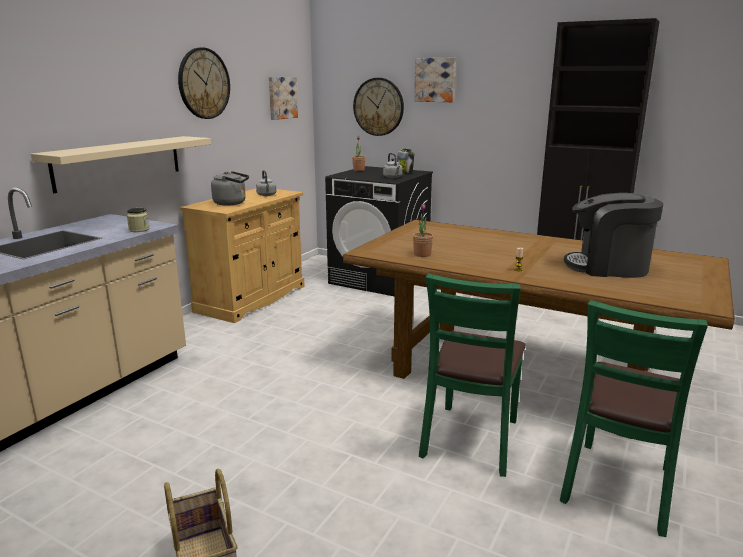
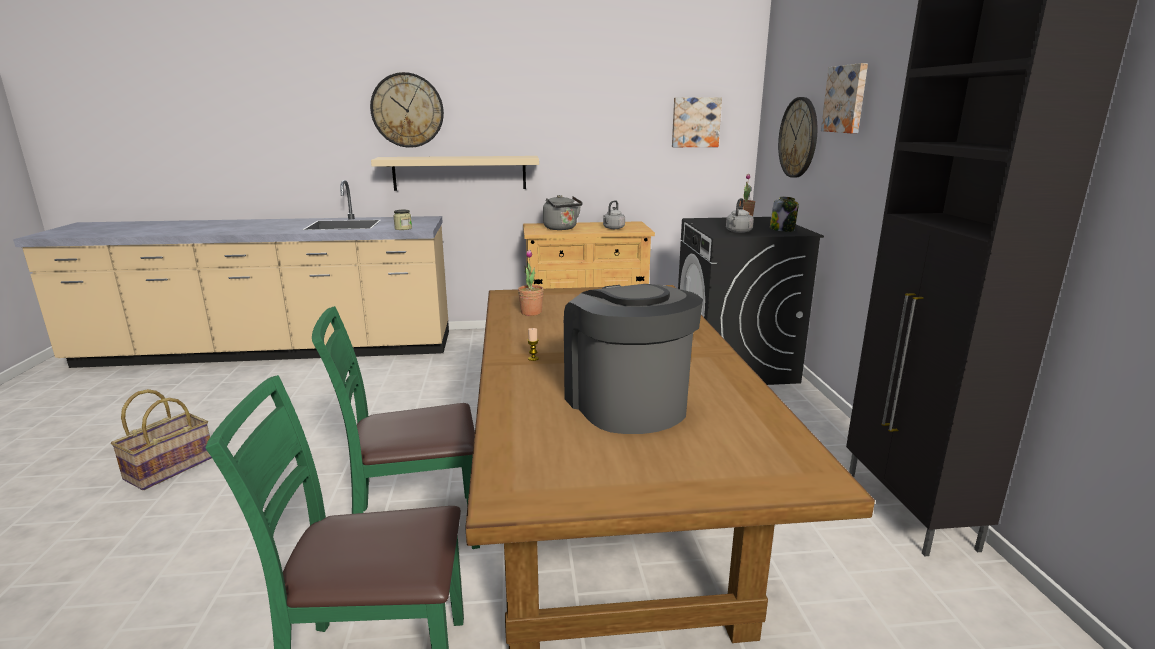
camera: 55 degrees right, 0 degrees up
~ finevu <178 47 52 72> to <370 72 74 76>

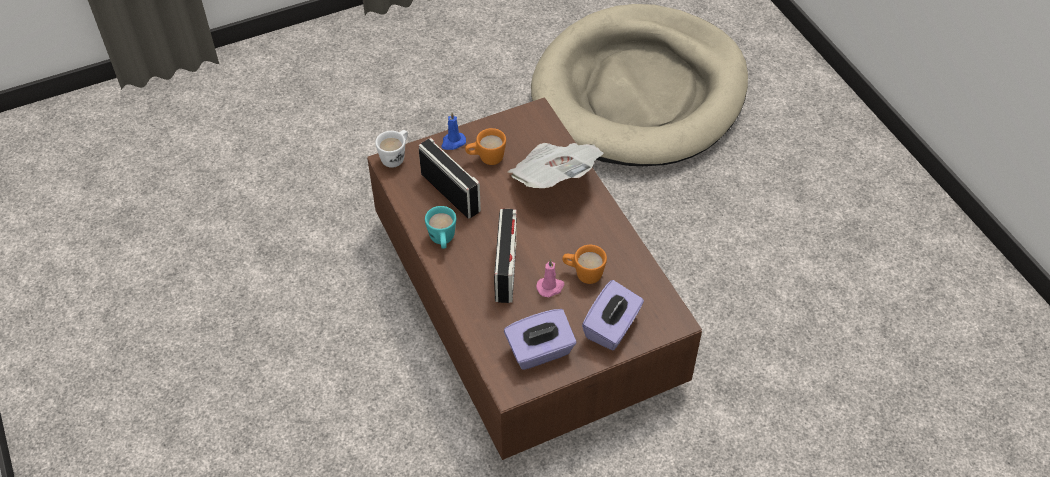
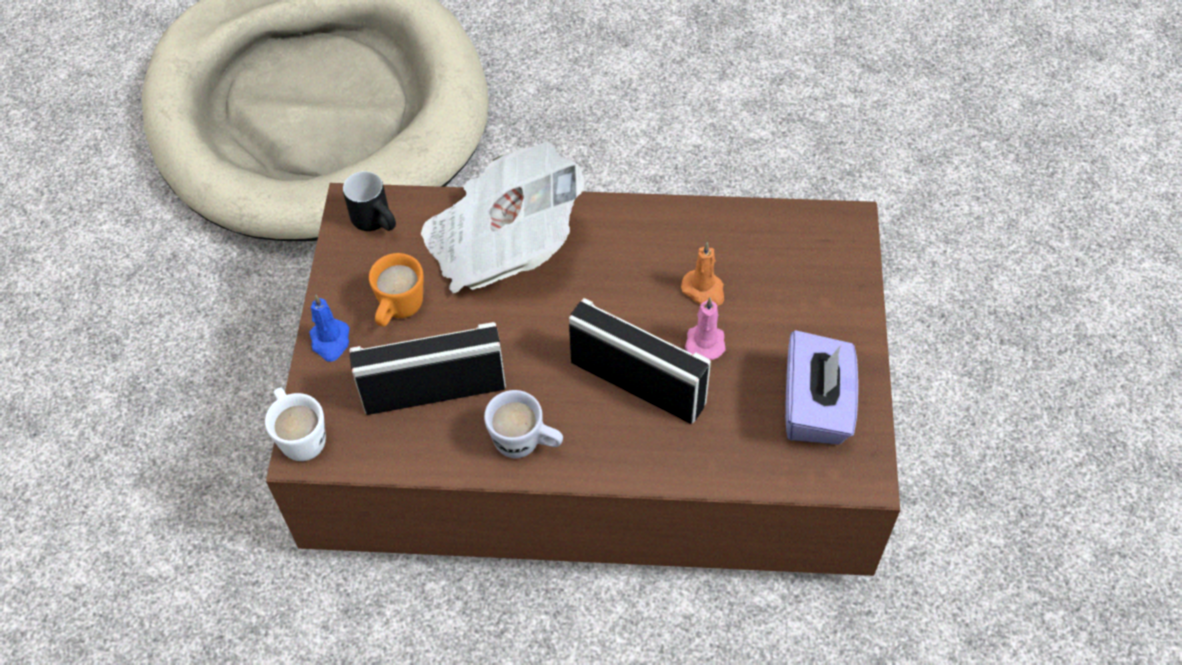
camera: 60 degrees left, 5 degrees up
- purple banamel <582 280 62 71>
+ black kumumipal <343 171 53 60>
~ orange kumumipal <562 245 45 39> to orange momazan <681 242 43 64>
~ turquoise kumumipal <425 206 31 43> to white kumumipal <484 390 79 68>

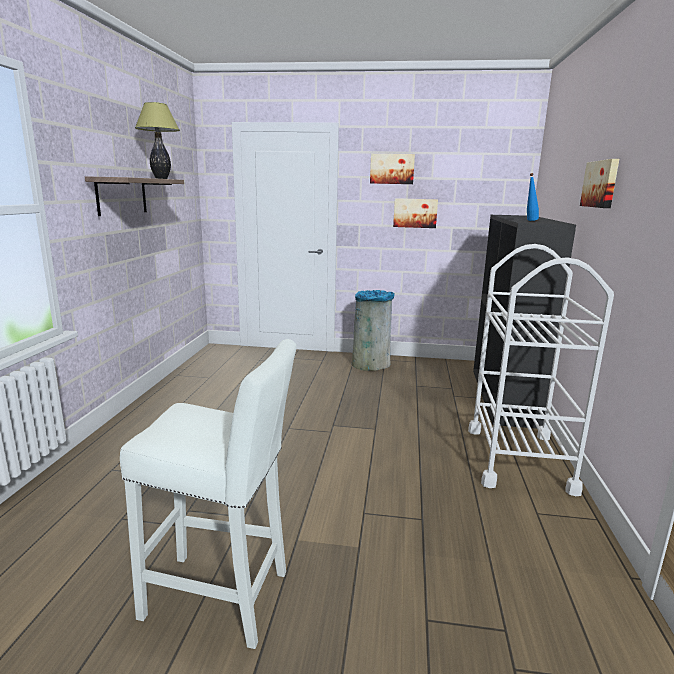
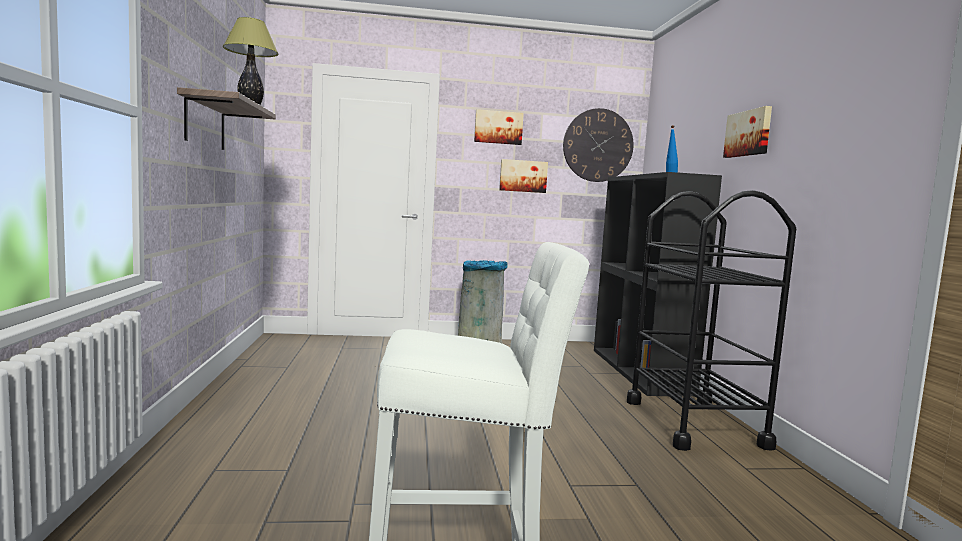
camera: 15 degrees left, 10 degrees down
+ finevu <563 108 71 74>
~ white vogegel <468 244 146 252> to black vogegel <627 190 169 261>

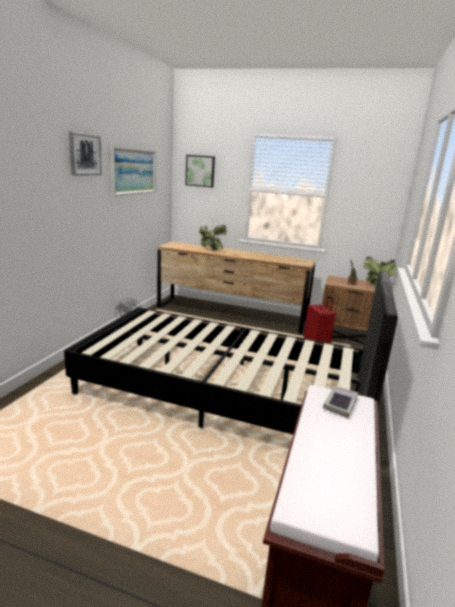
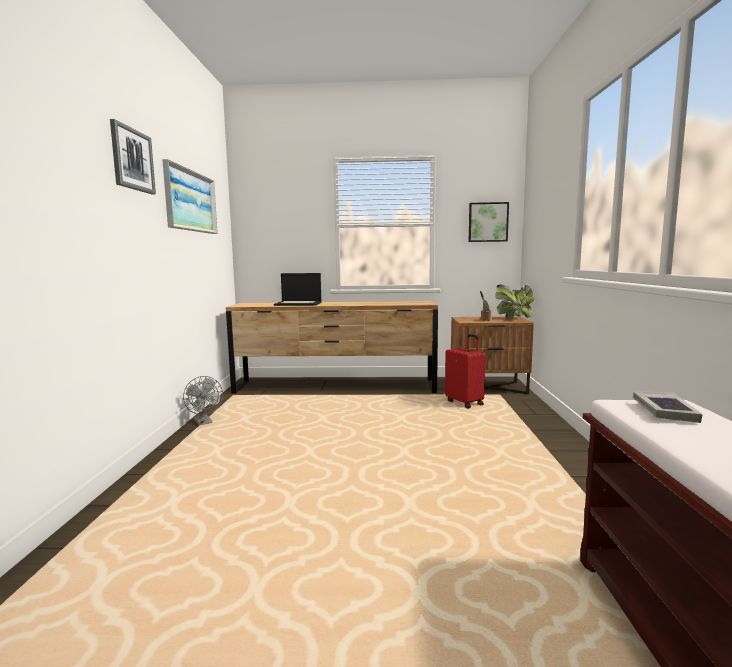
camera: 15 degrees left, 10 degrees down
- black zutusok <64 271 334 163>
~ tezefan <185 155 30 32> to <469 202 40 40>
~ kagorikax <199 225 28 25> to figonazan <274 273 48 33>

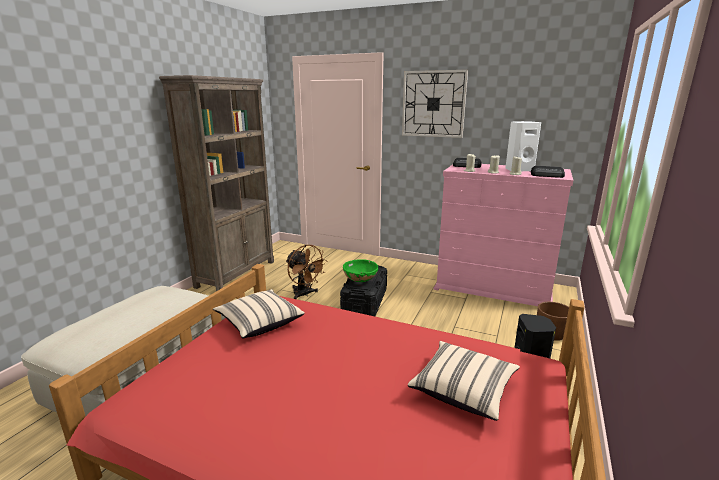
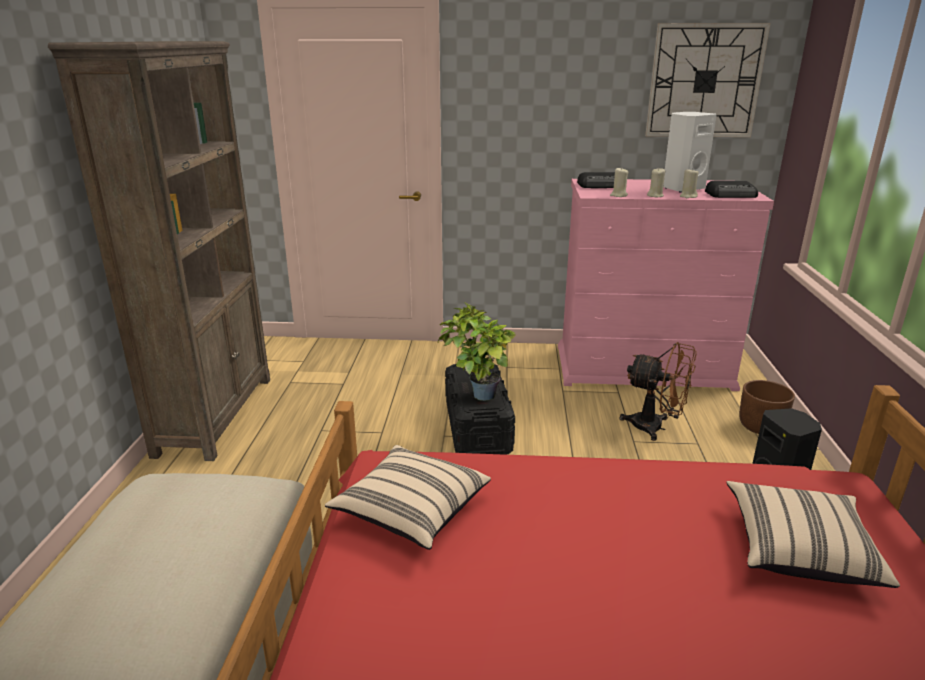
camera: 20 degrees left, 5 degrees up
~ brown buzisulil <286 245 41 54> to <620 342 77 99>
~ finevu <402 70 66 68> to <645 23 126 114>
~ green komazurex <343 259 35 23> to kagorikax <438 302 78 99>

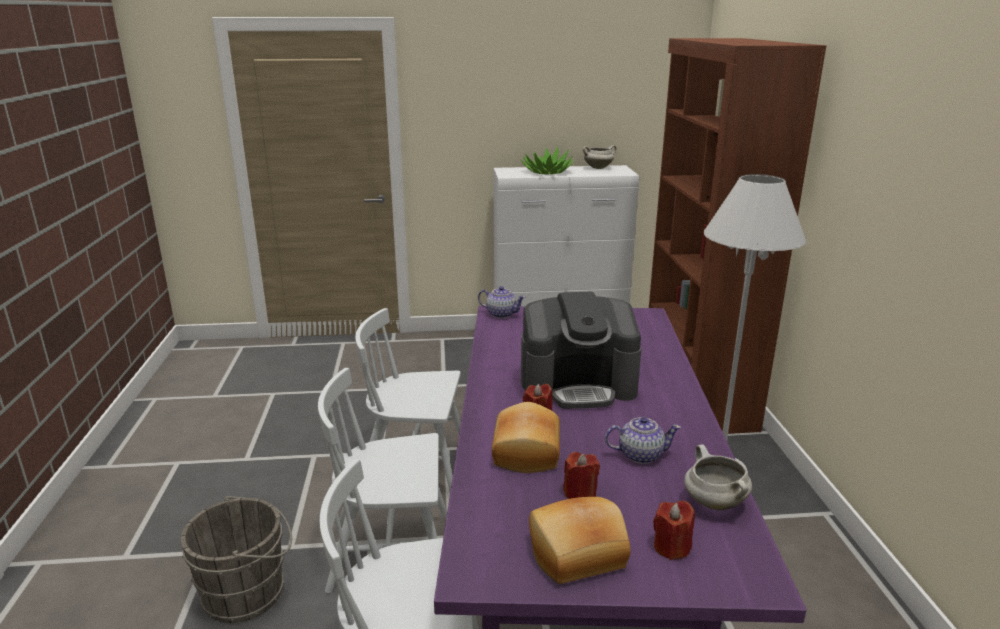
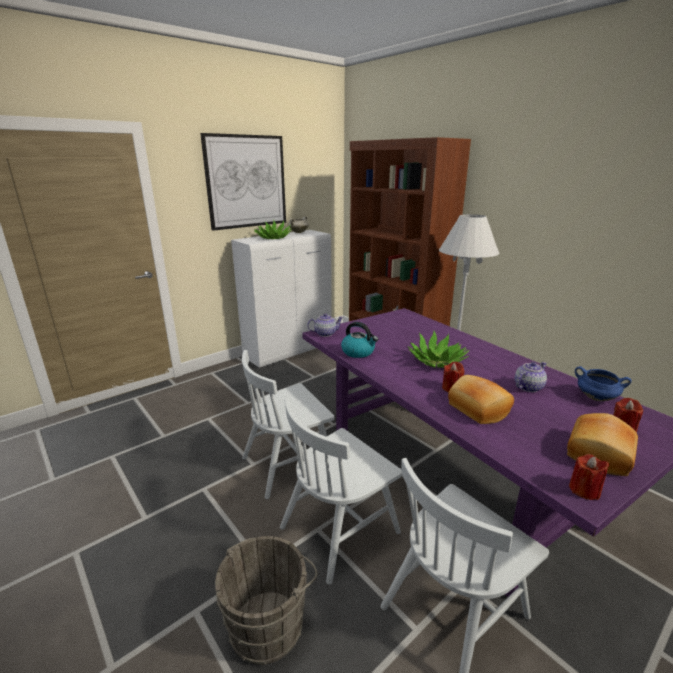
camera: 35 degrees left, 0 degrees up
+ tezefan <200 133 86 98>
+ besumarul <341 322 37 36>
~ red momazan <563 452 37 47> to <569 454 40 46>
~ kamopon <521 291 120 118> to kagorikax <408 331 61 37>
~ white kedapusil <684 445 68 65> to blue kedapusil <575 366 57 35>

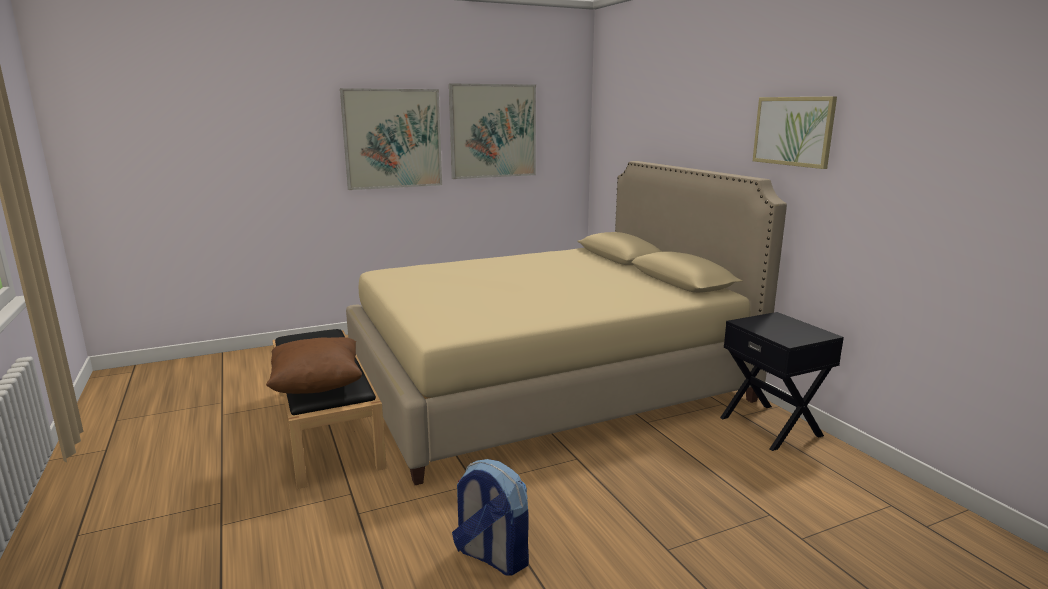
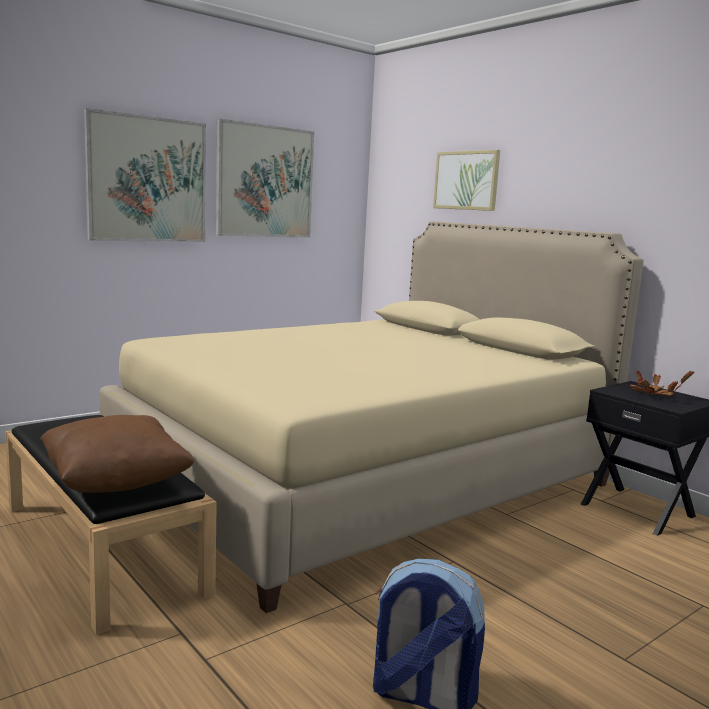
camera: 15 degrees left, 5 degrees down
+ kagorikax <630 371 65 25>
~ tezefan <753 96 84 73> to <433 150 67 61>

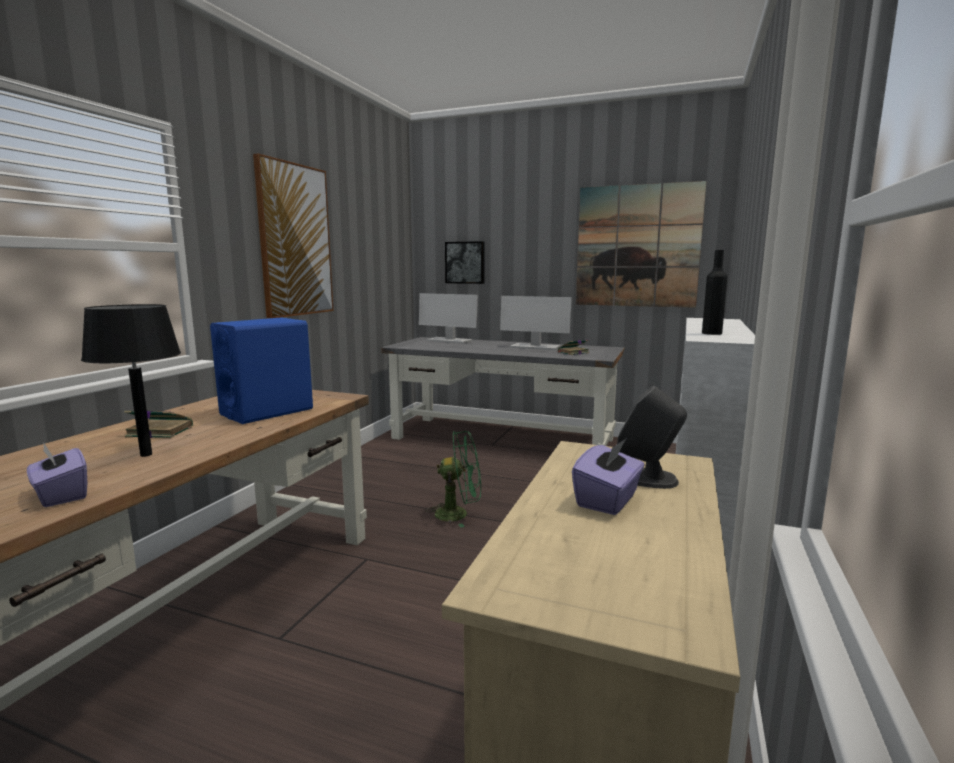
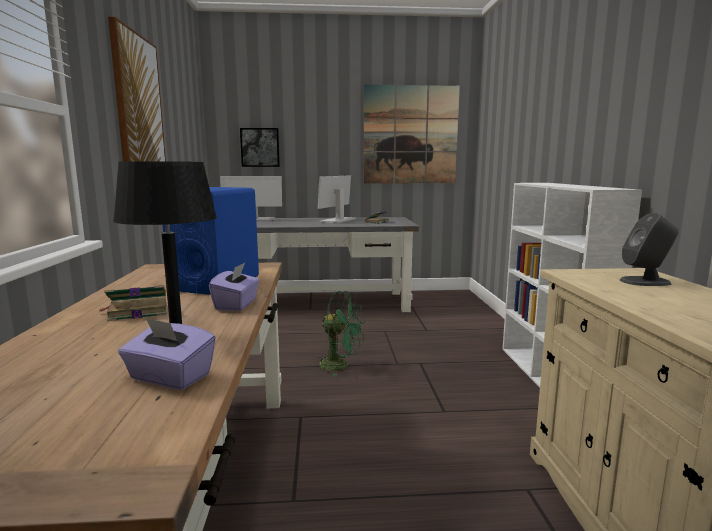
camera: 25 degrees left, 0 degrees up
- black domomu <702 250 26 85>
~ purple banamel <572 439 73 76> to <209 263 51 48>
~ green buzisulil <426 431 55 97> = <316 291 49 86> 45 degrees clockwise
~ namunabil <500 296 72 54> = <318 175 38 48> 120 degrees clockwise

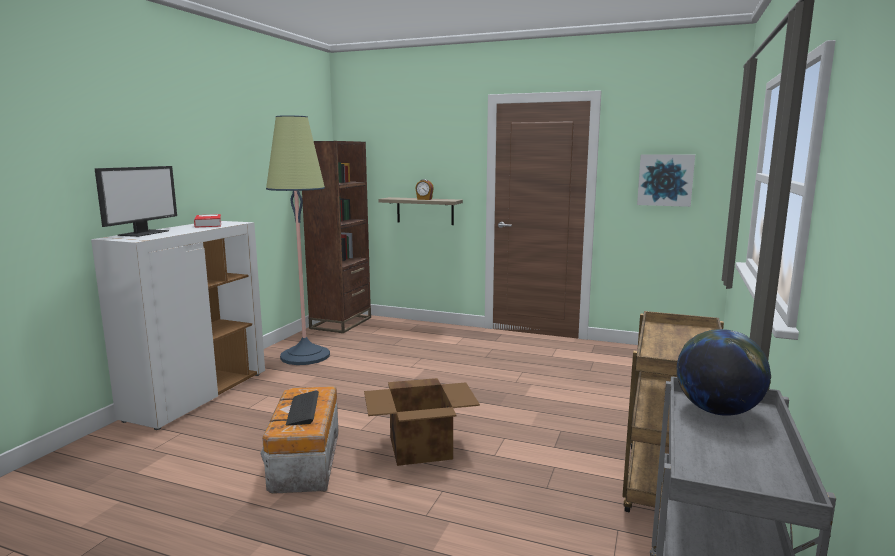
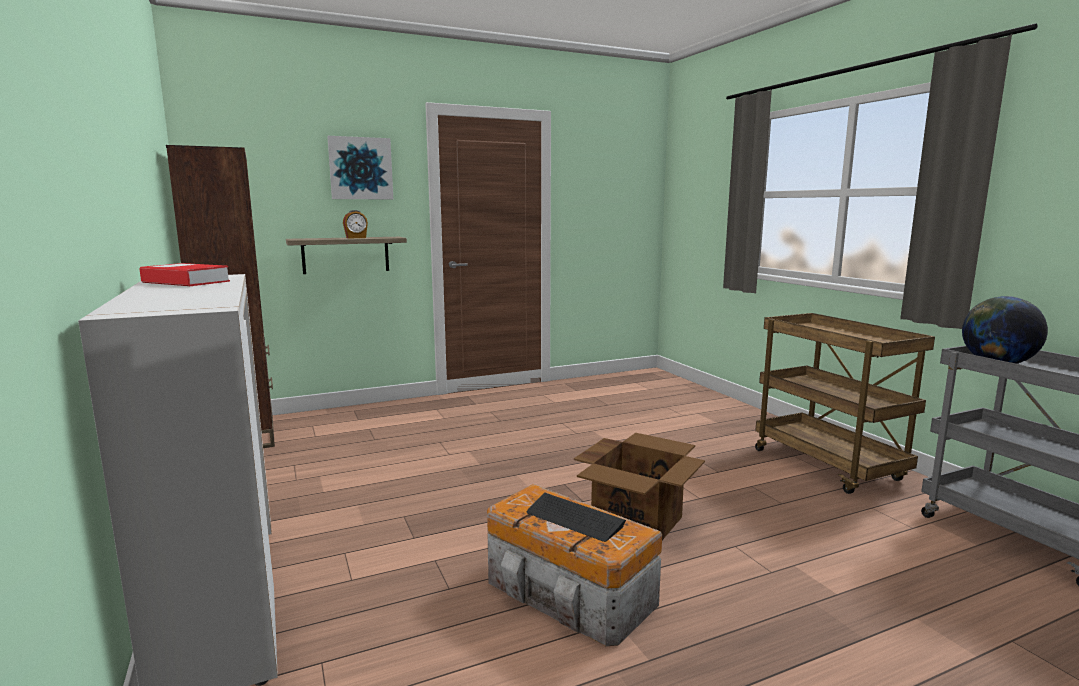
camera: 45 degrees left, 0 degrees up
- namunabil <94 166 83 71>
- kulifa <266 115 64 250>
~ tezefan <637 154 58 53> to <327 136 66 63>

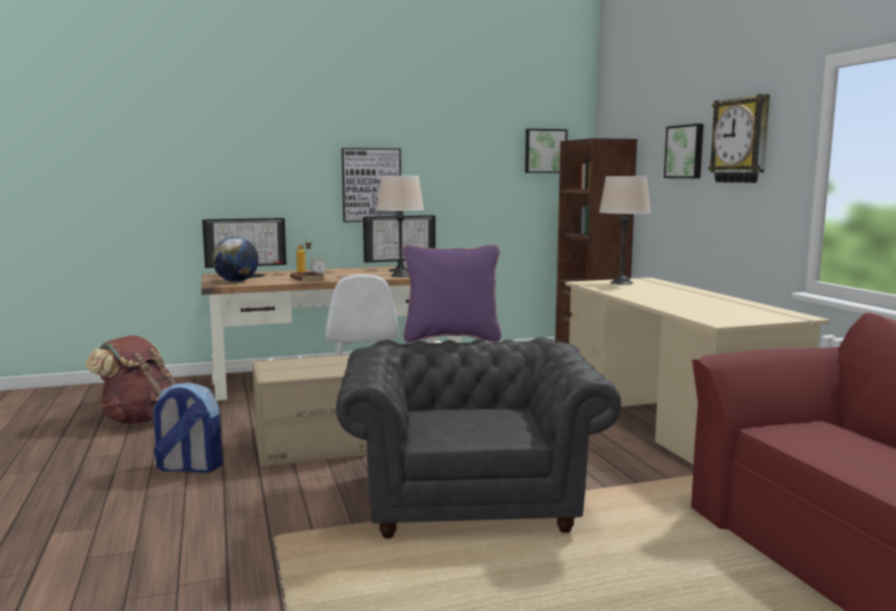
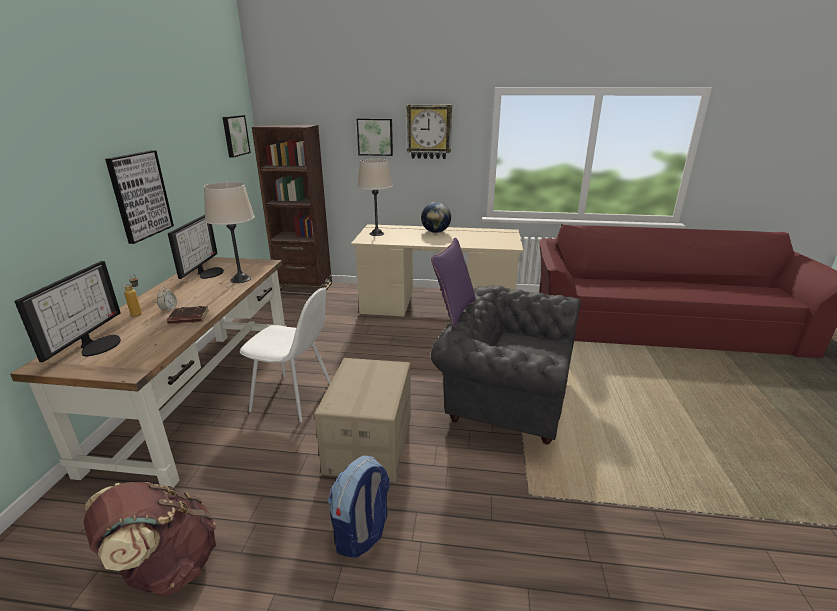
camera: 65 degrees left, 15 degrees up
~ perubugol <212 237 47 45> to <421 202 30 31>

